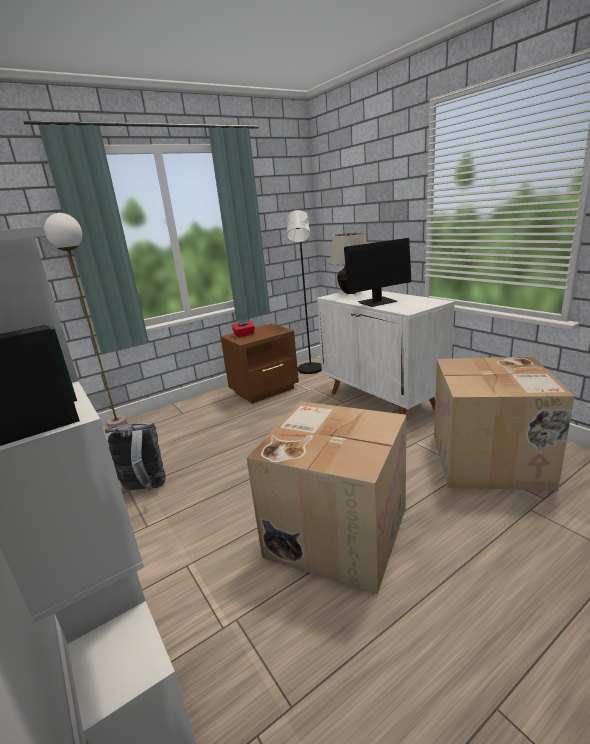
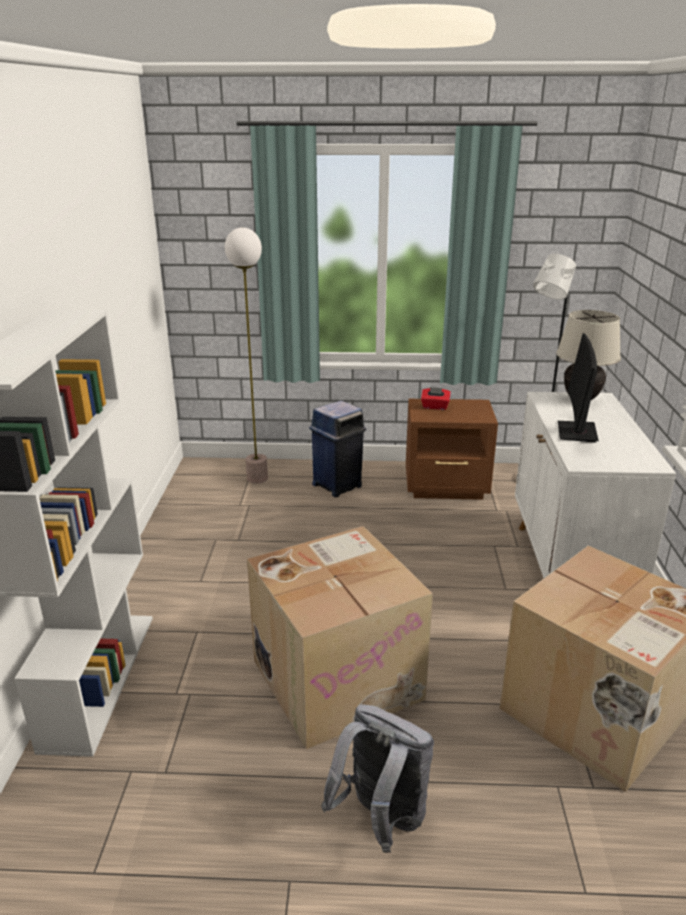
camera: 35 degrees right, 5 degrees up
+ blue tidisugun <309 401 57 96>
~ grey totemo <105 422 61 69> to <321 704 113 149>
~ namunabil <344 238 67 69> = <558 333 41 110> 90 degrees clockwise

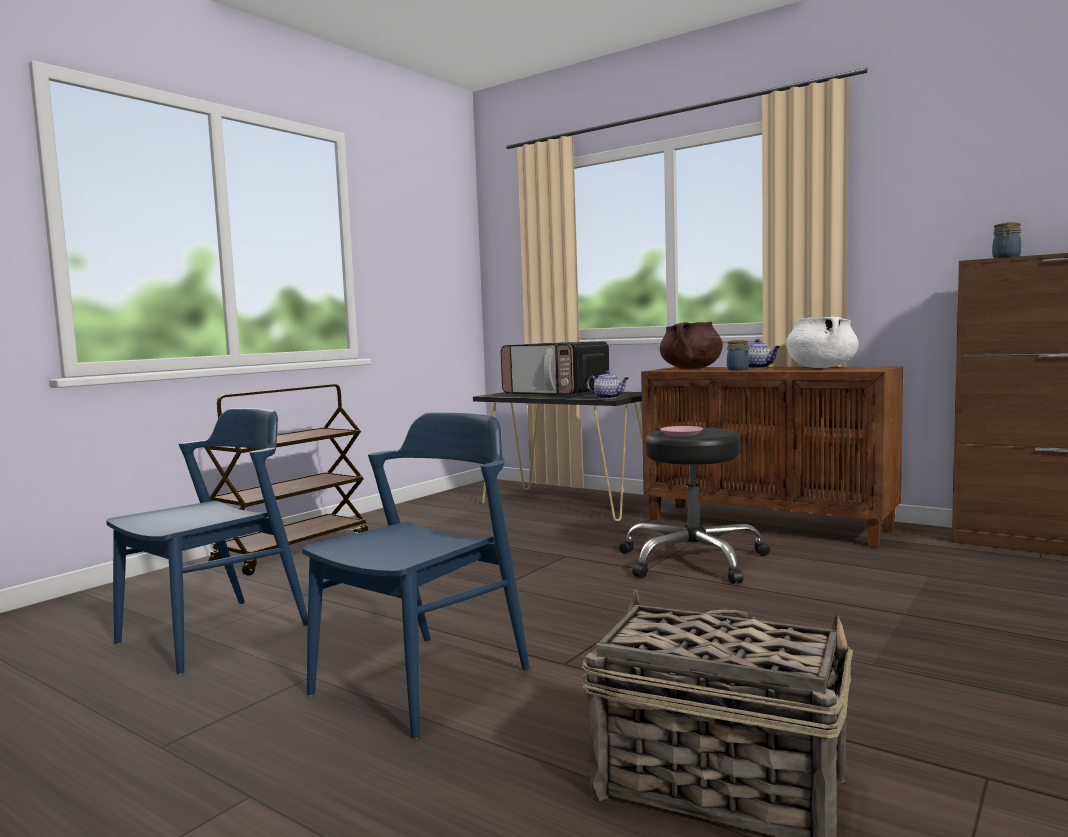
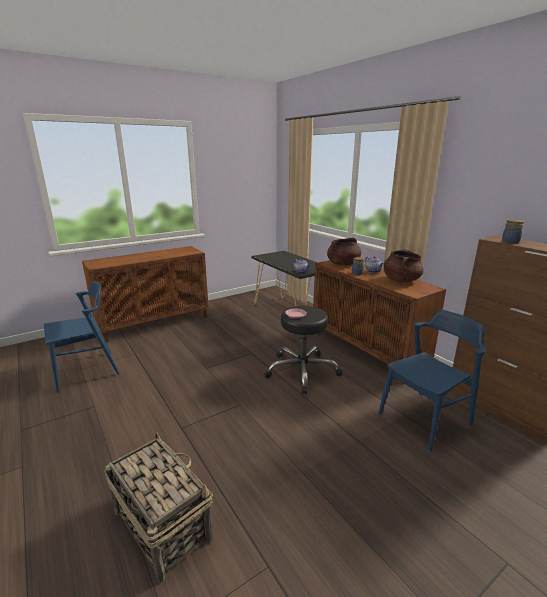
camera: 20 degrees right, 15 degrees up
- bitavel <501 342 108 54>
~ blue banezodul <303 413 227 326> to <378 310 108 142>
~ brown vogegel <204 384 164 191> to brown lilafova <82 246 127 97>
~ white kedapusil <786 317 73 51> to brown kedapusil <384 249 40 33>

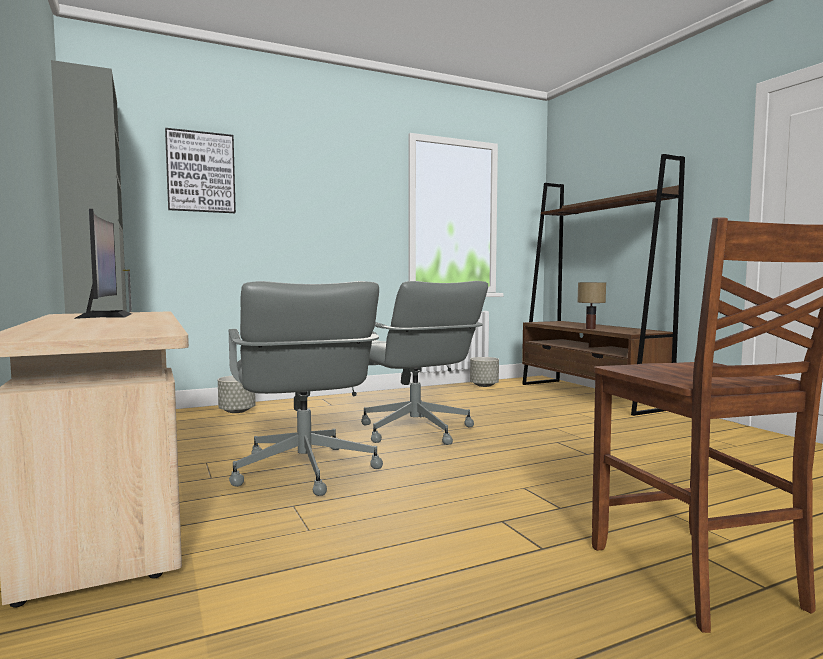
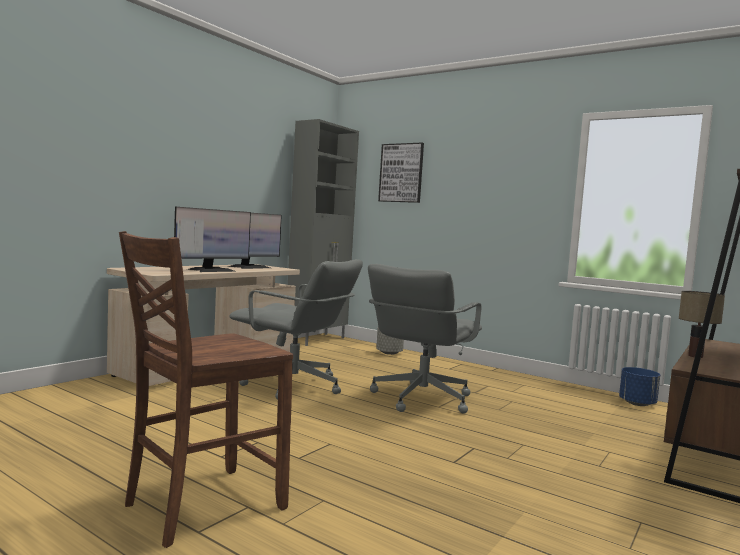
camera: 60 degrees right, 0 degrees up
+ namunabil <174 207 77 65>
~ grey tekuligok <470 357 29 30> to blue tekuligok <619 367 41 39>
~ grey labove <228 281 155 215> = <229 259 134 141> 105 degrees counterclockwise

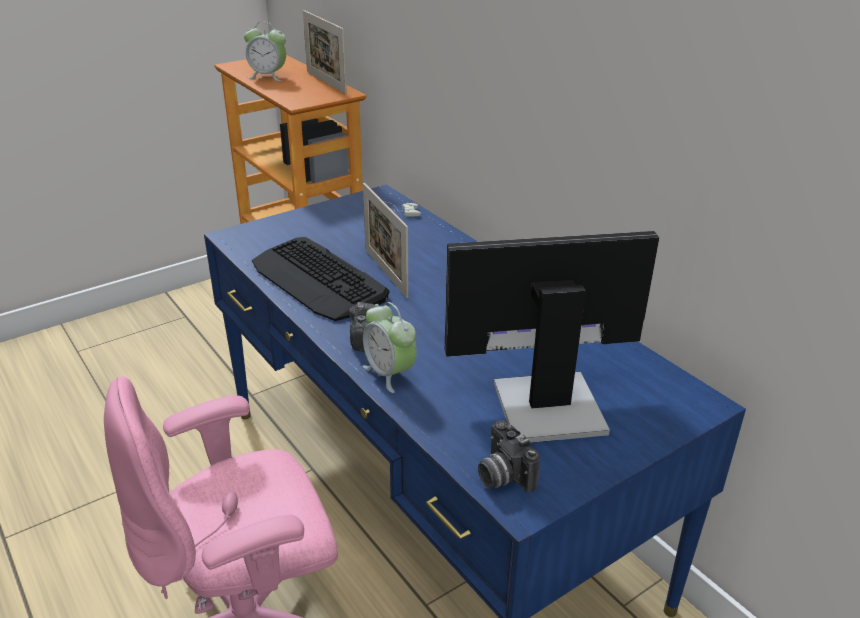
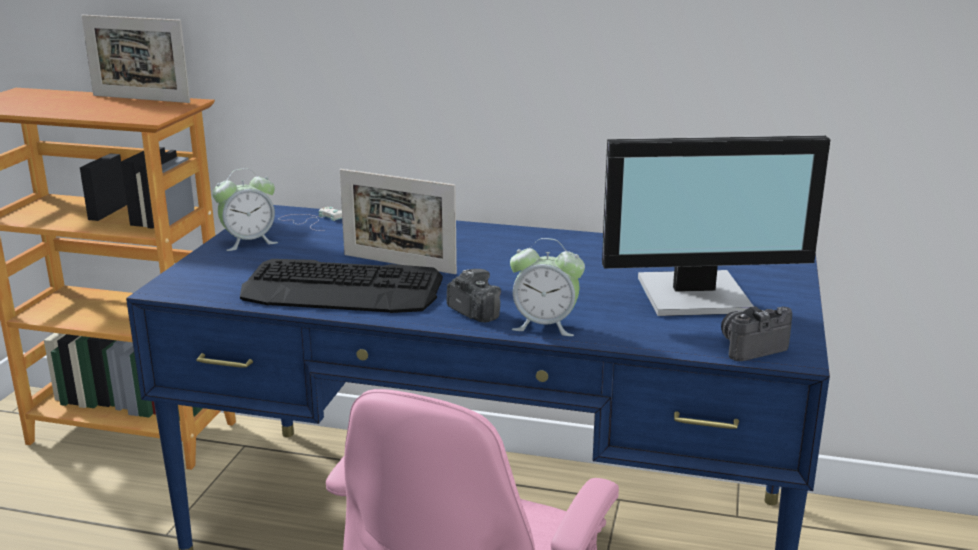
camera: 40 degrees left, 10 degrees down
~ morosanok <244 22 42 59> to <212 168 66 83>
~ namunabil <445 231 214 212> = <602 135 229 181> 135 degrees counterclockwise
~ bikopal <478 420 62 73> = <721 306 71 55> 135 degrees clockwise

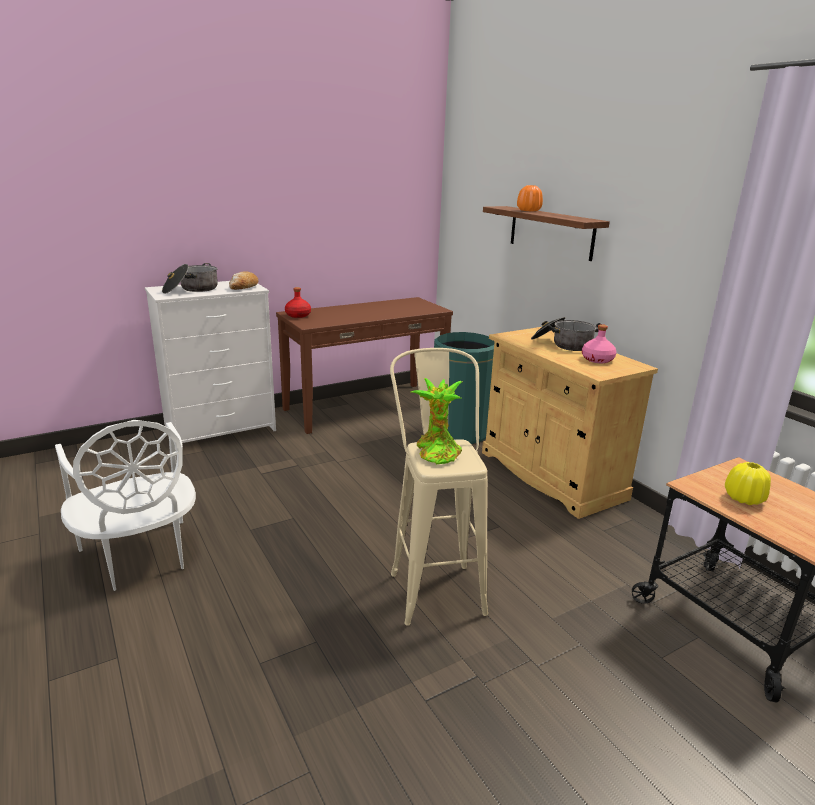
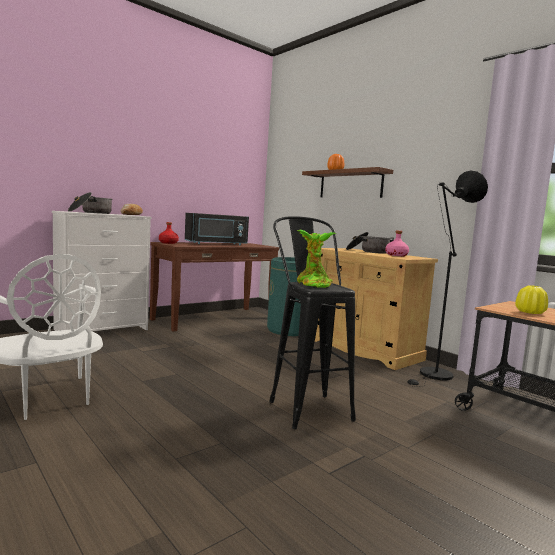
camera: 10 degrees left, 15 degrees down
+ black bitavel <185 213 64 32>
+ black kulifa <407 170 81 217>
~ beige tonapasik <390 348 98 278> to black tonapasik <269 216 87 213>

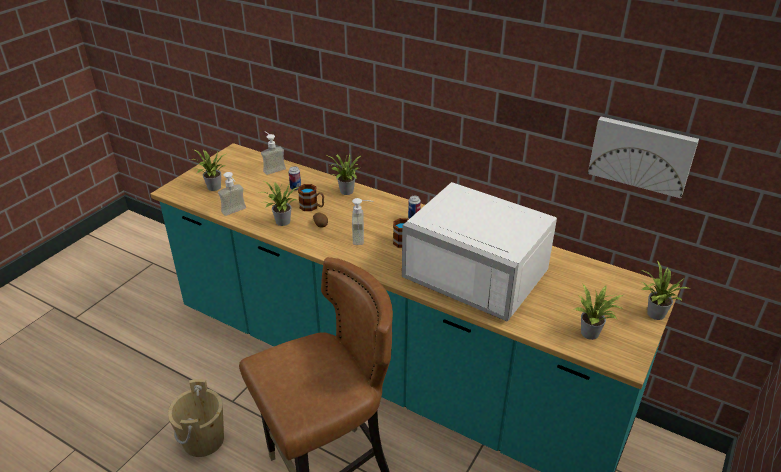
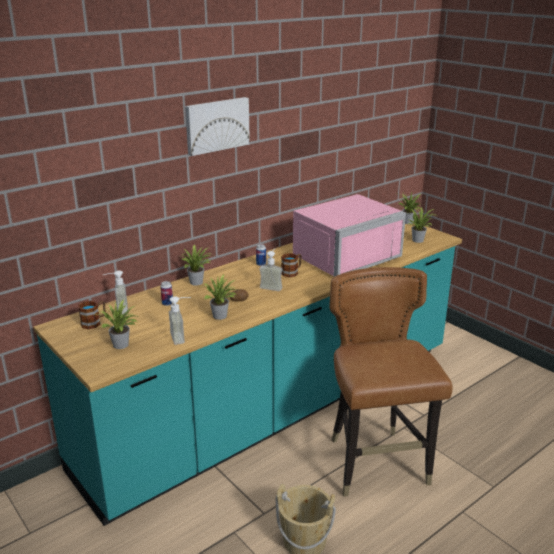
camera: 70 degrees left, 10 degrees down
~ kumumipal <298 184 26 27> to <78 301 28 28>
~ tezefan <588 117 111 81> to <185 97 65 59>
~ white bitavel <402 182 155 140> to pink bitavel <293 194 113 83>

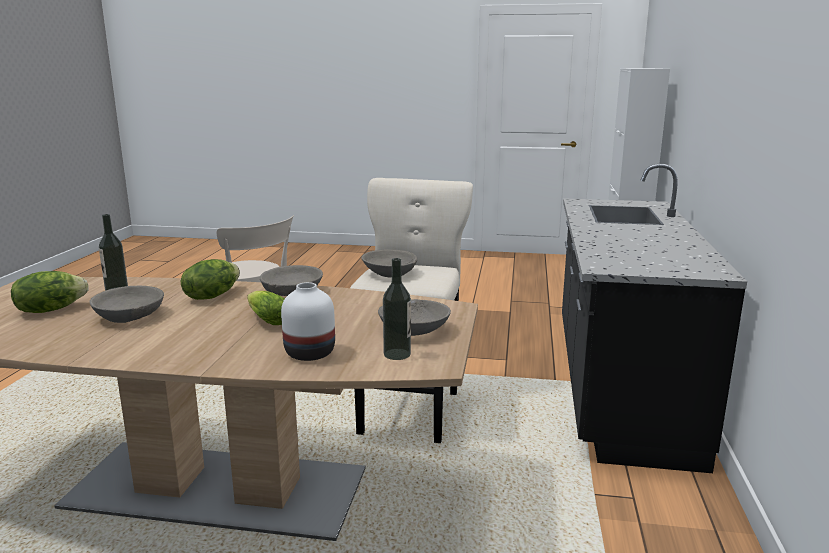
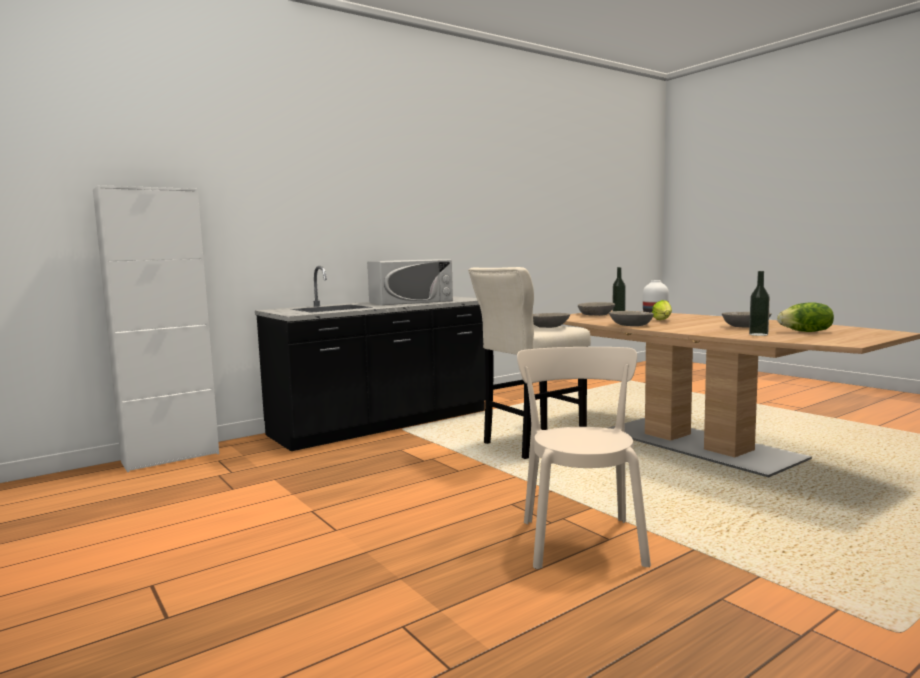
camera: 135 degrees left, 10 degrees down
- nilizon <181 259 59 41>
+ white bitavel <367 259 86 46>

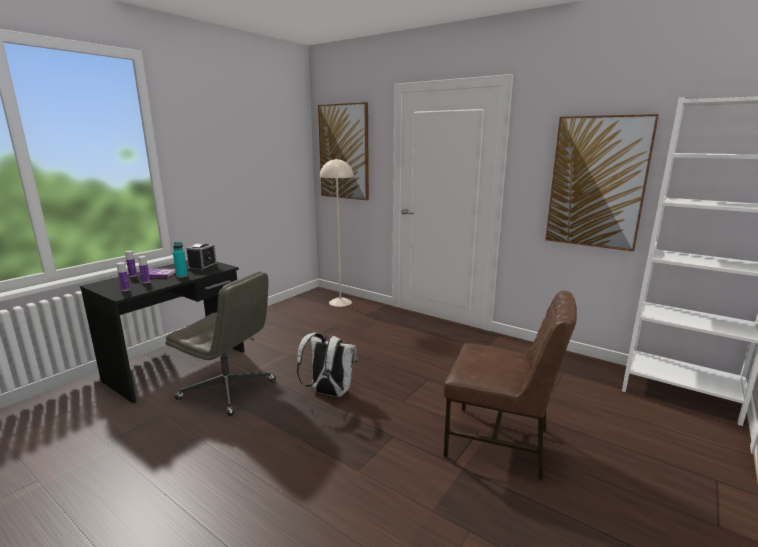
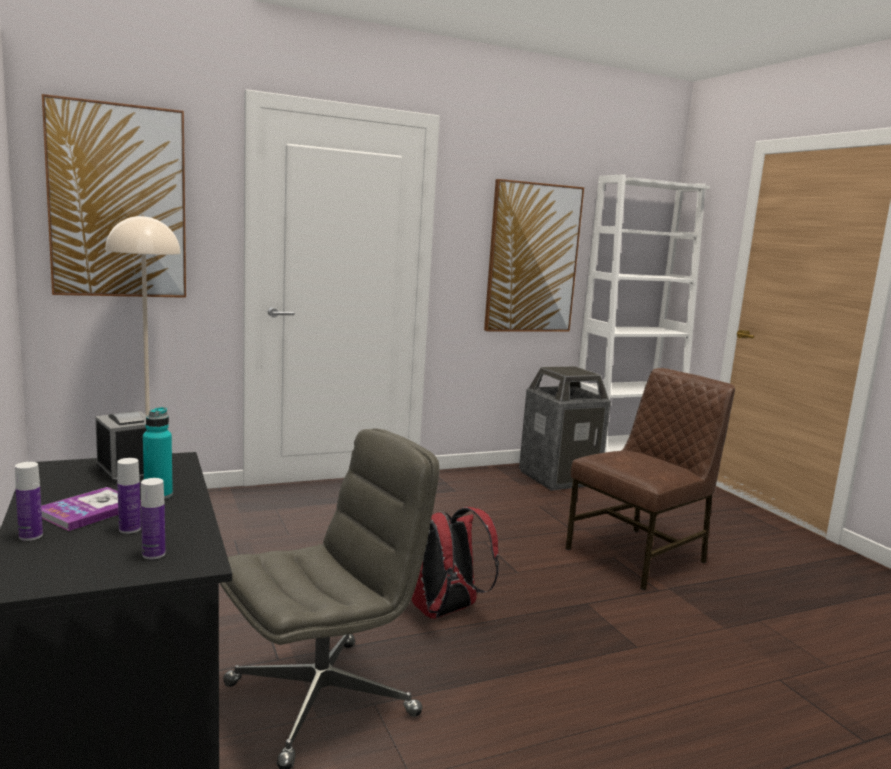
camera: 60 degrees left, 5 degrees down
+ tidisugun <519 366 92 125>
~ white totemo <297 333 61 64> to red totemo <411 507 88 112>

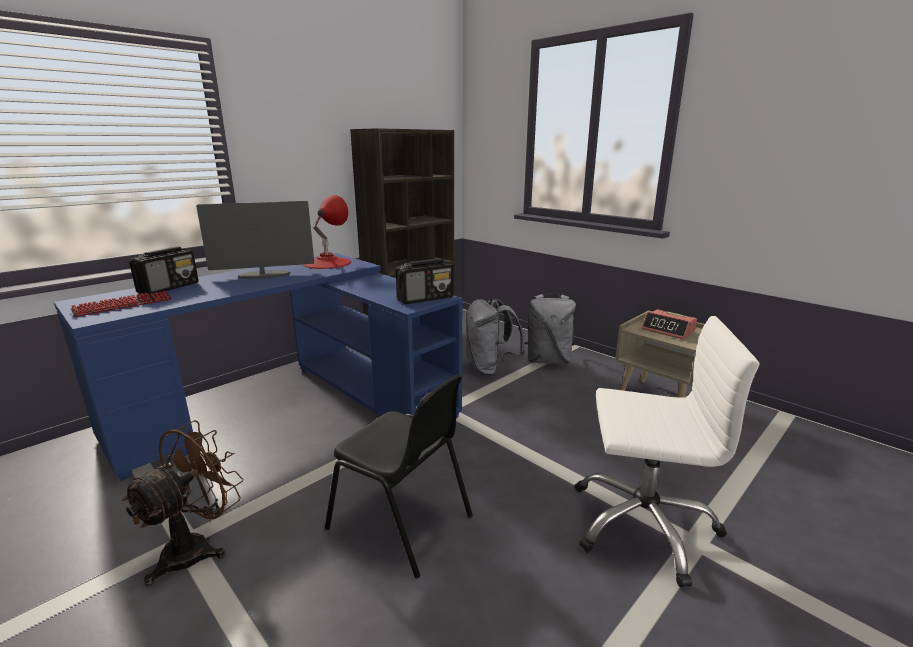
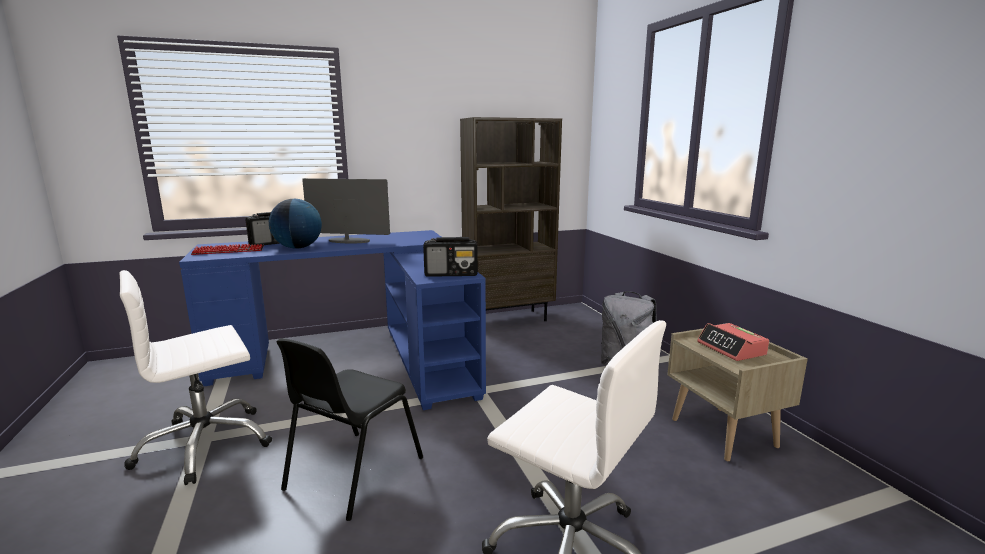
camera: 25 degrees right, 5 degrees down
- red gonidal <303 195 48 74>
- grey totemo <466 298 59 78>
+ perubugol <269 199 53 50>
~ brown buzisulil <122 420 122 166> to white labove <120 270 152 215>
~ black banezodul <325 374 148 204> = <276 338 147 183> 60 degrees clockwise

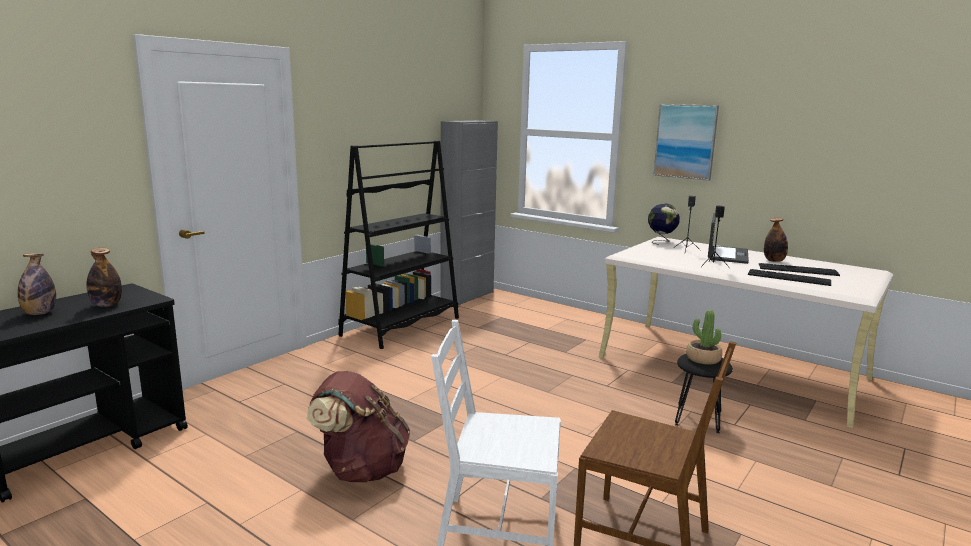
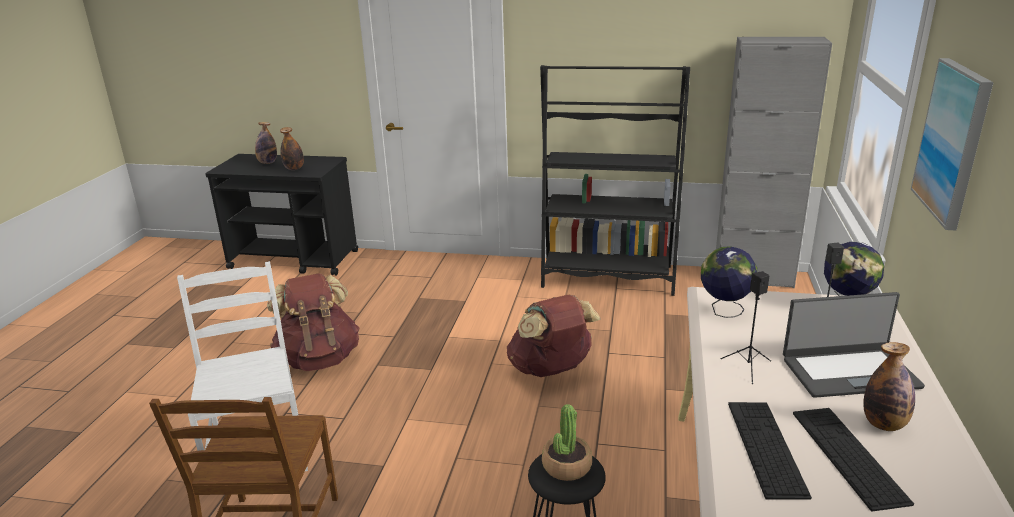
camera: 65 degrees right, 10 degrees up
+ brown totemo <507 295 94 82>
+ perubugol <701 246 56 72>

